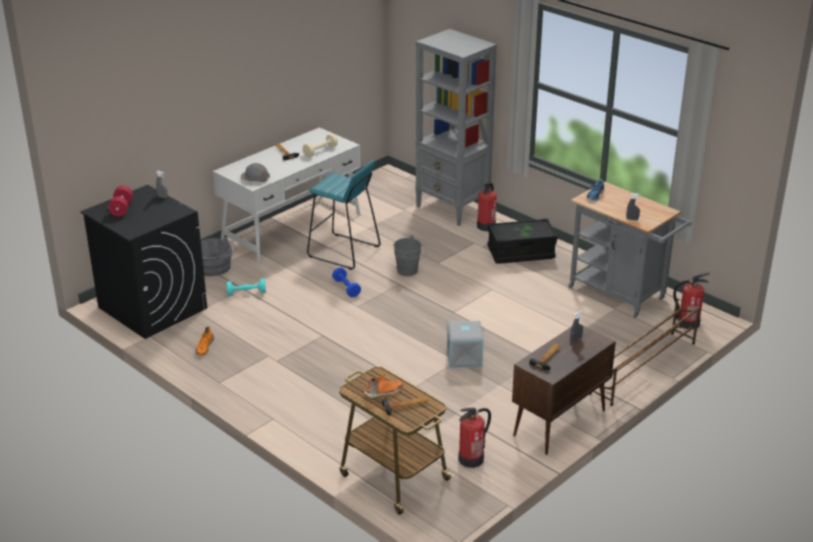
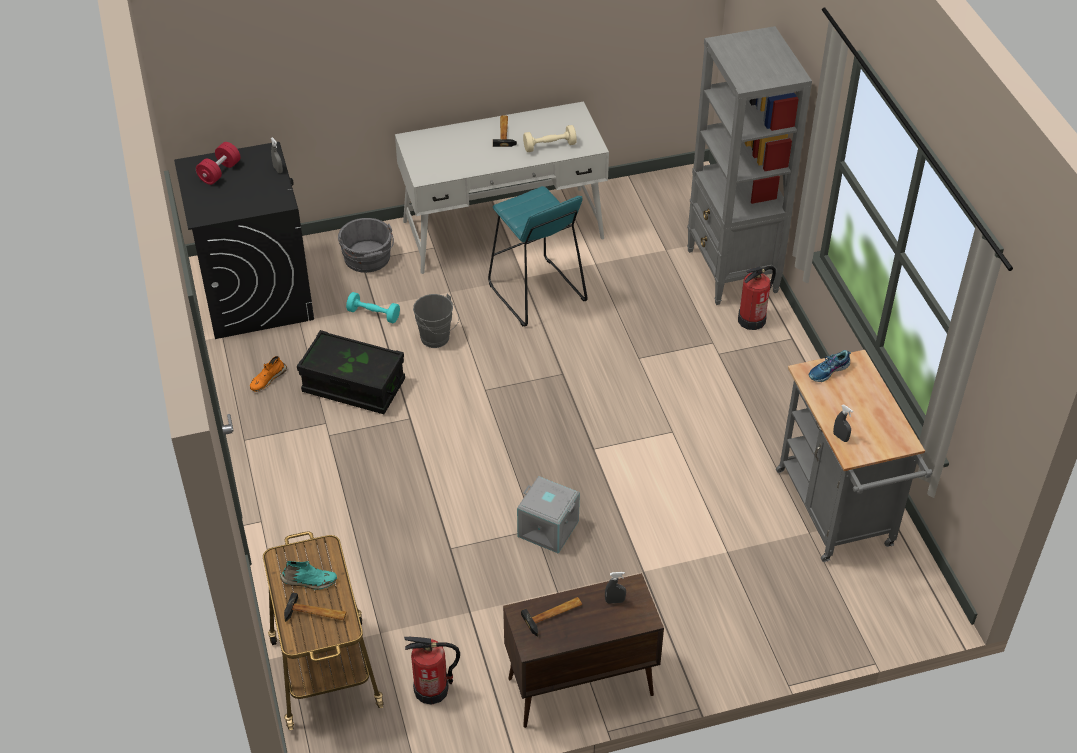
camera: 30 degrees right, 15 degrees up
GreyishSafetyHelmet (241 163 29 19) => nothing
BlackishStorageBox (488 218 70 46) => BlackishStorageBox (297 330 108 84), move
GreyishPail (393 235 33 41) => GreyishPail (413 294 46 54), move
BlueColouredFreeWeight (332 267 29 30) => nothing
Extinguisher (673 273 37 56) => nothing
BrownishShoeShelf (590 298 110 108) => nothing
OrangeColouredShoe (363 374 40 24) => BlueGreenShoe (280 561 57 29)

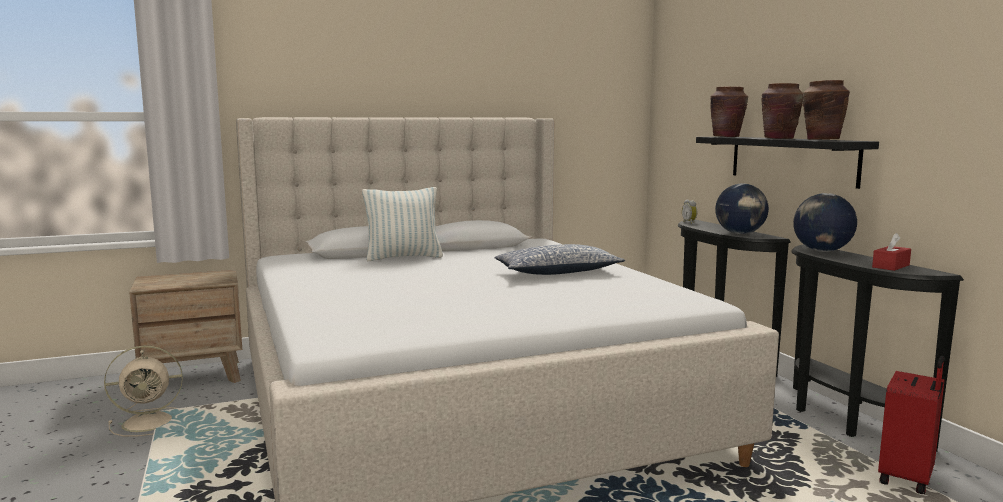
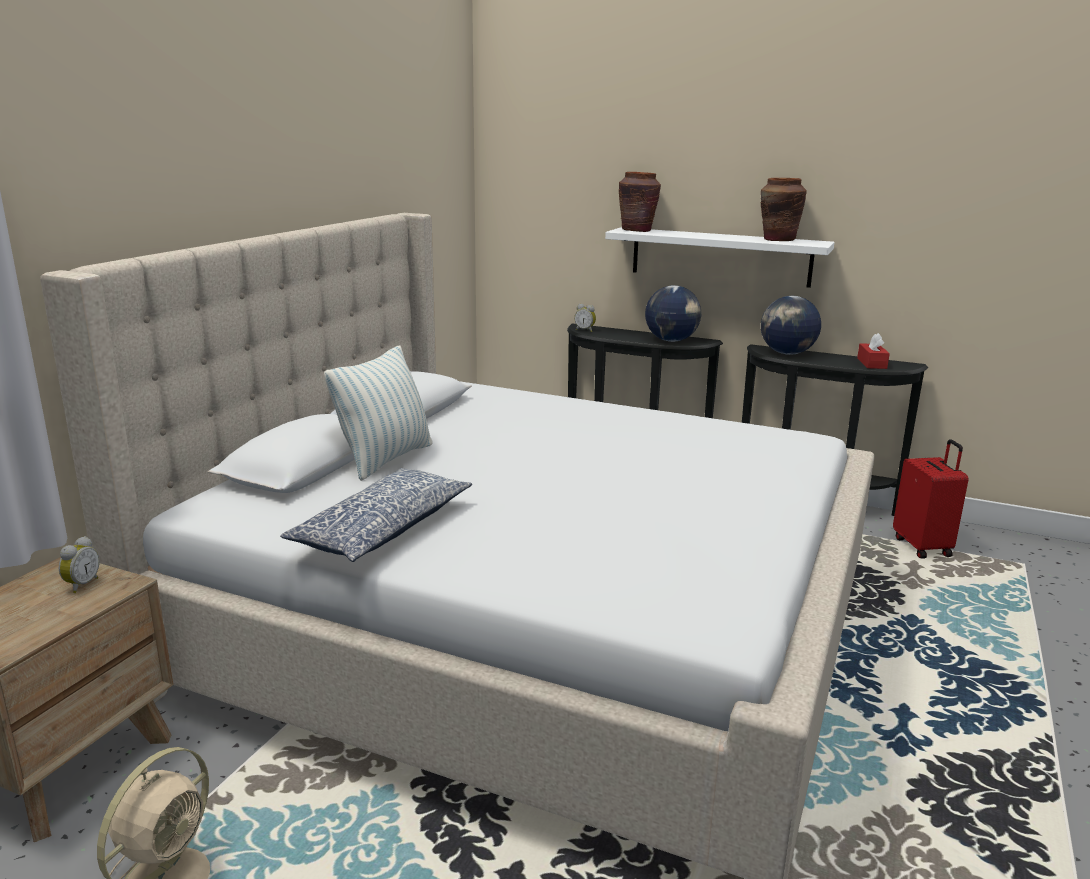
camera: 45 degrees left, 10 degrees up
BrownishFlowerVase (762 83 41 56) => nothing
BlackishShelf (696 137 183 52) => WhiteColouredShelf (605 227 230 61)
Cushion (494 244 131 31) => Cushion (280 468 192 94), move
nothing => BedsideClock (59 536 41 57)

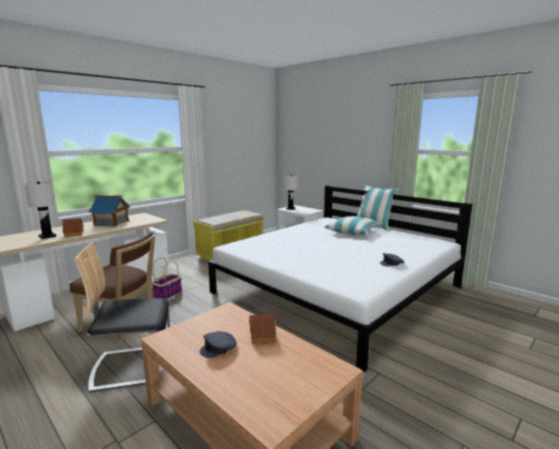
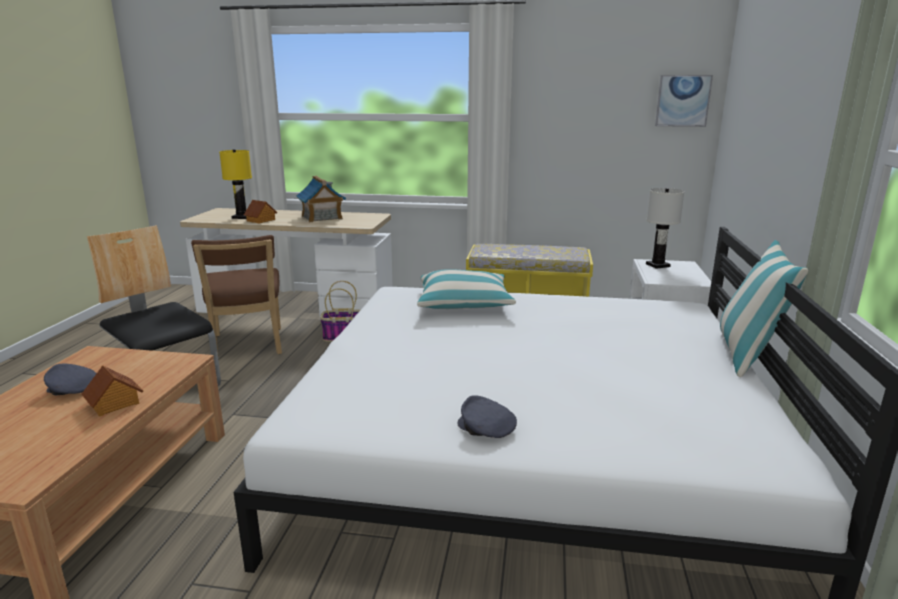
camera: 55 degrees right, 5 degrees up
WhiteColouredLampForATable (24 182 32 57) => YellowishLampForATable (219 149 33 70)
Cushion (325 216 56 19) => Cushion (417 269 99 40), move
nothing => WallArt (655 75 58 52)

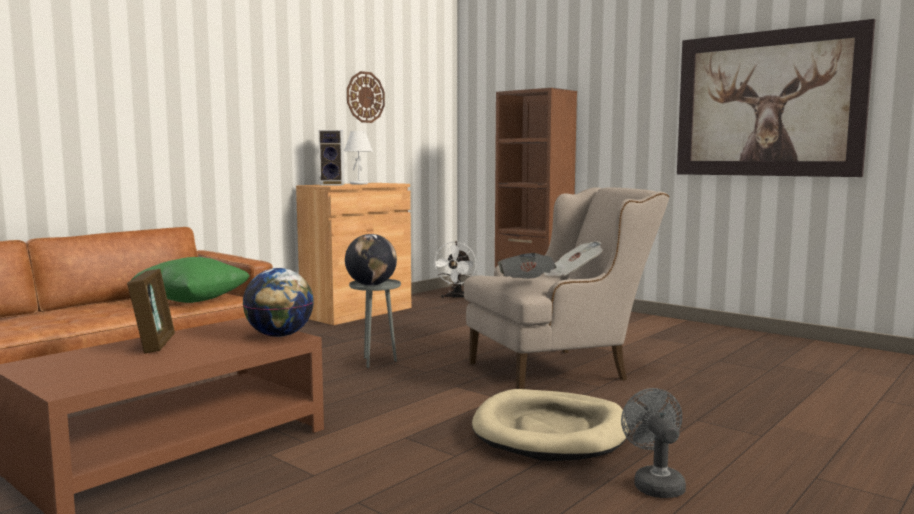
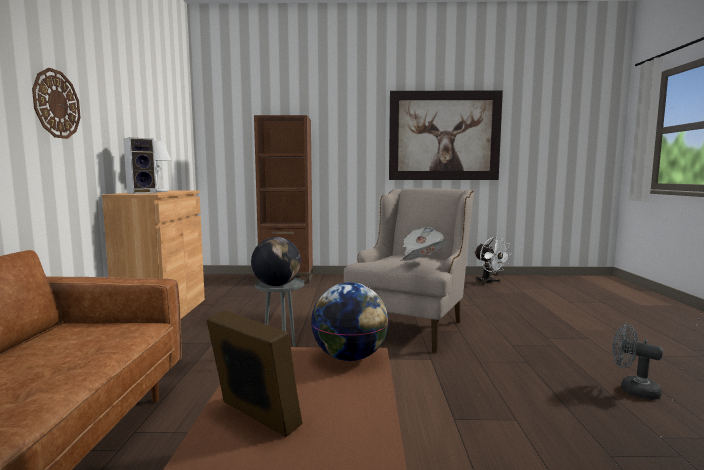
camera: 40 degrees left, 0 degrees up
WallClock (347 71 38 52) => WallClock (32 68 49 71), move
WhiteColouredElectricFan (433 241 44 58) => WhiteColouredElectricFan (474 237 38 48), move
GreenishCushion (131 257 119 46) => nothing
BeigeColouredPetBed (472 389 157 72) => nothing

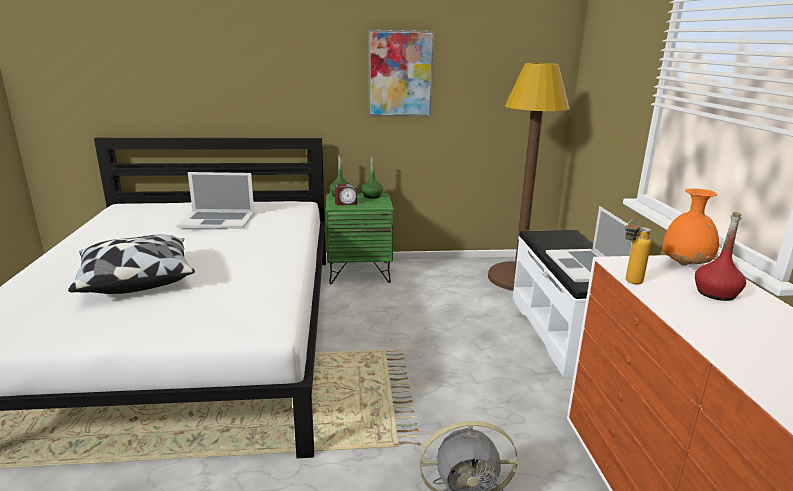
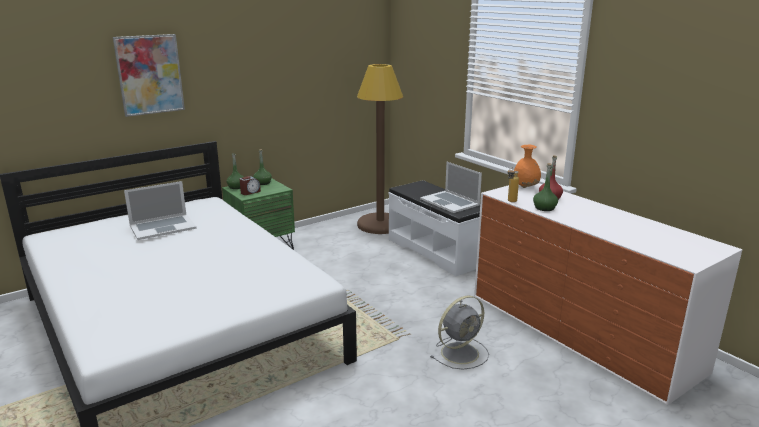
camera: 30 degrees left, 0 degrees up
WallArt (368 30 66 87) => WallArt (113 34 72 83), move
Cushion (68 235 127 59) => nothing
nothing => GreenishDrinkBottle (533 163 25 48)

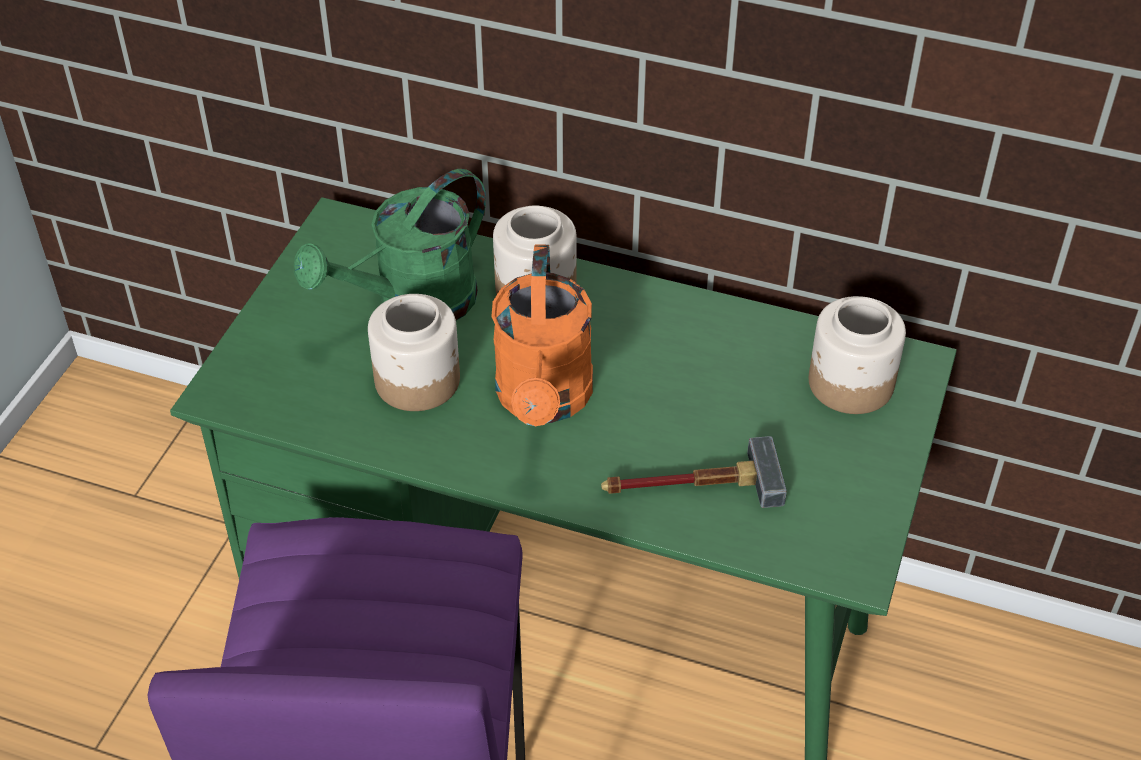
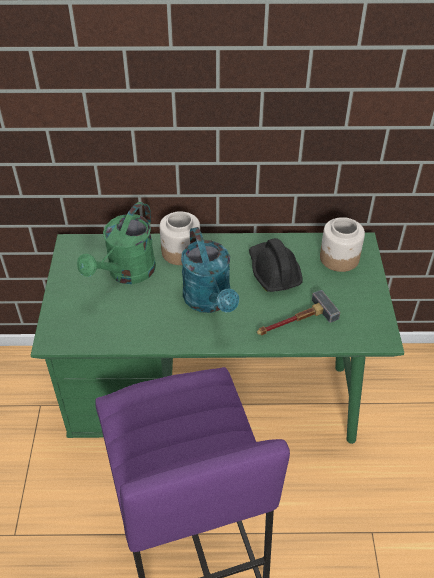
camera: 20 degrees left, 0 degrees up
OrangeColouredSprinklingCan (491 244 102 182) => BlueGreenSprinklingCan (181 227 58 86)
PreserveJar (368 294 92 117) => nothing
nothing => BlackishSafetyHelmet (249 238 53 54)

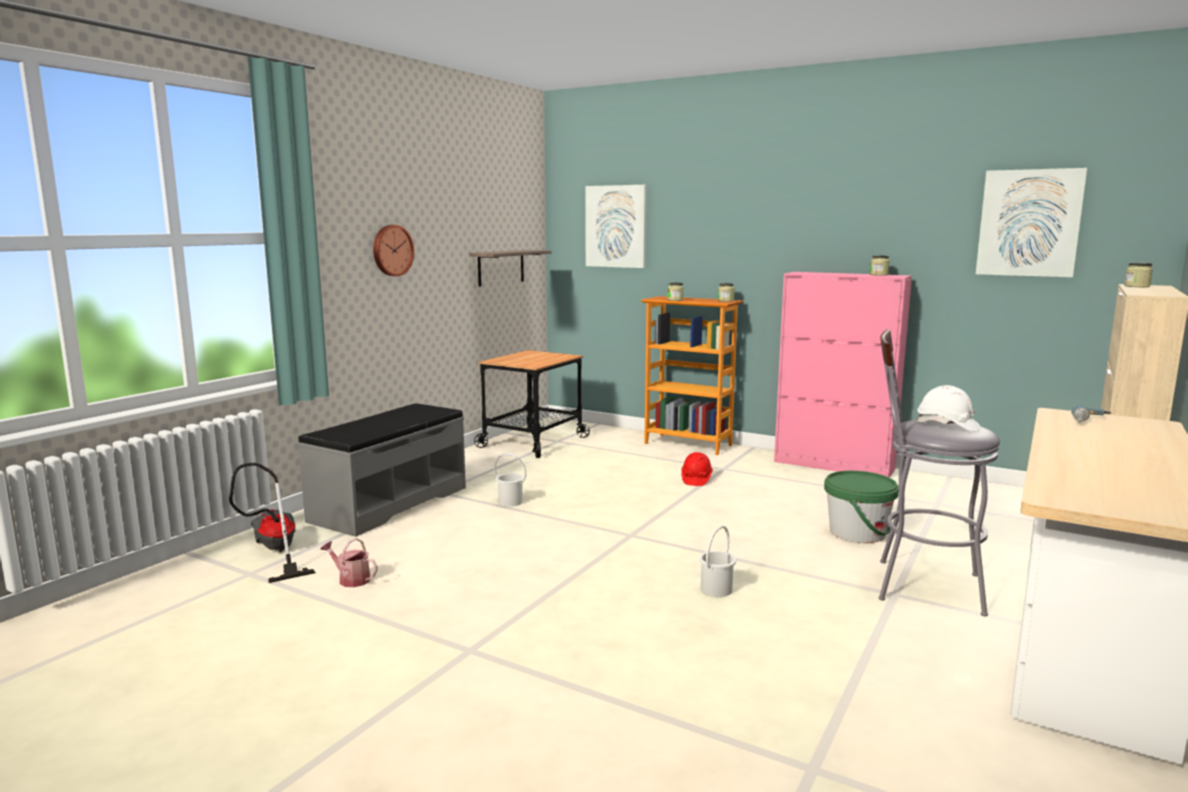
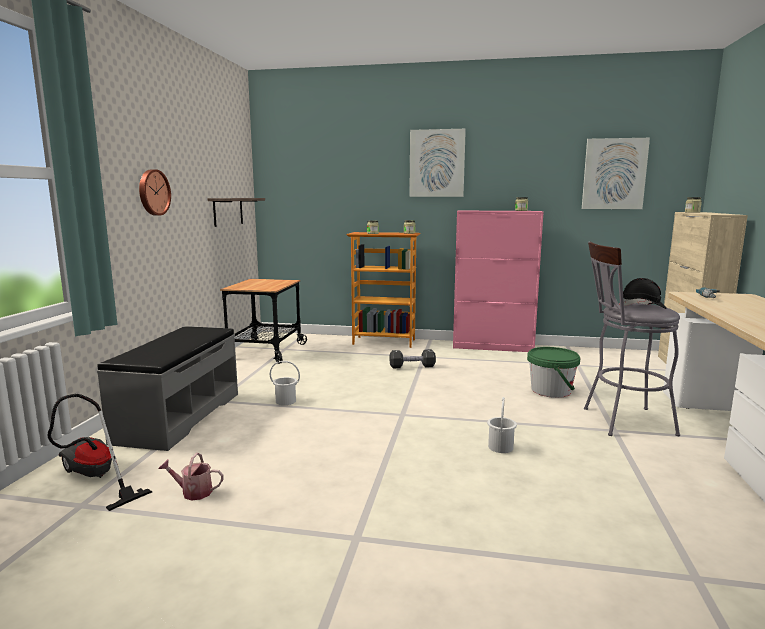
camera: 20 degrees left, 0 degrees up
WallArt (585 185 62 83) => WallArt (409 129 57 68), move
WhiteColouredSafetyHelmet (917 385 64 47) => BlackishSafetyHelmet (623 278 44 31)
RedSafetyHelmet (681 452 32 34) => BlackishFreeWeight (390 349 46 19)

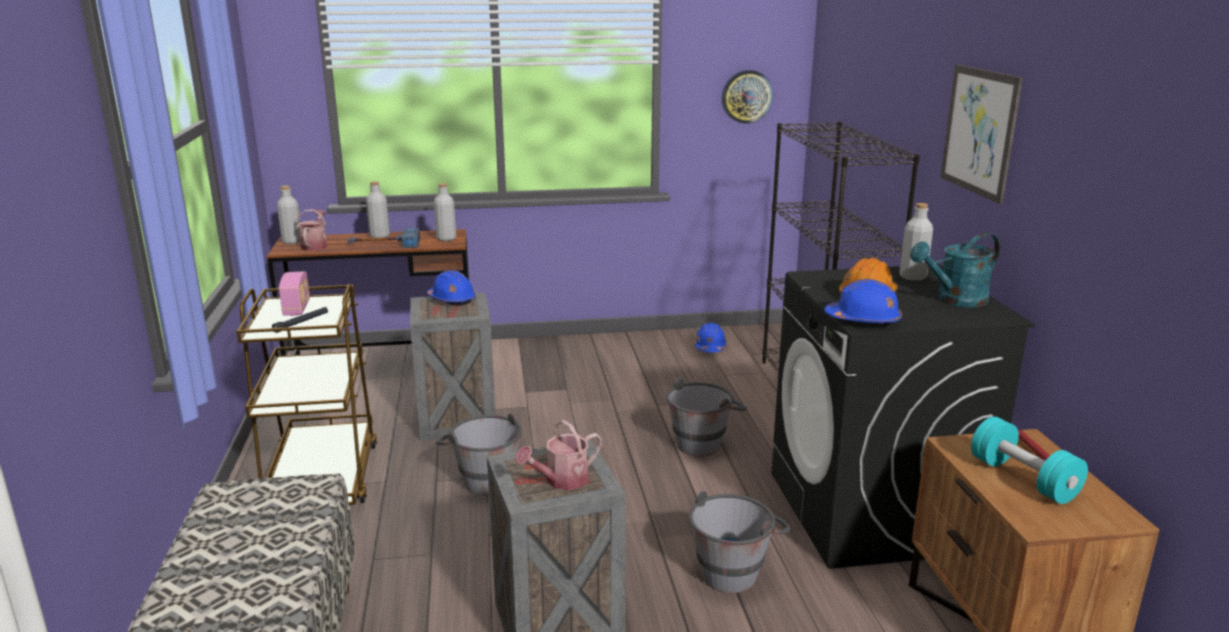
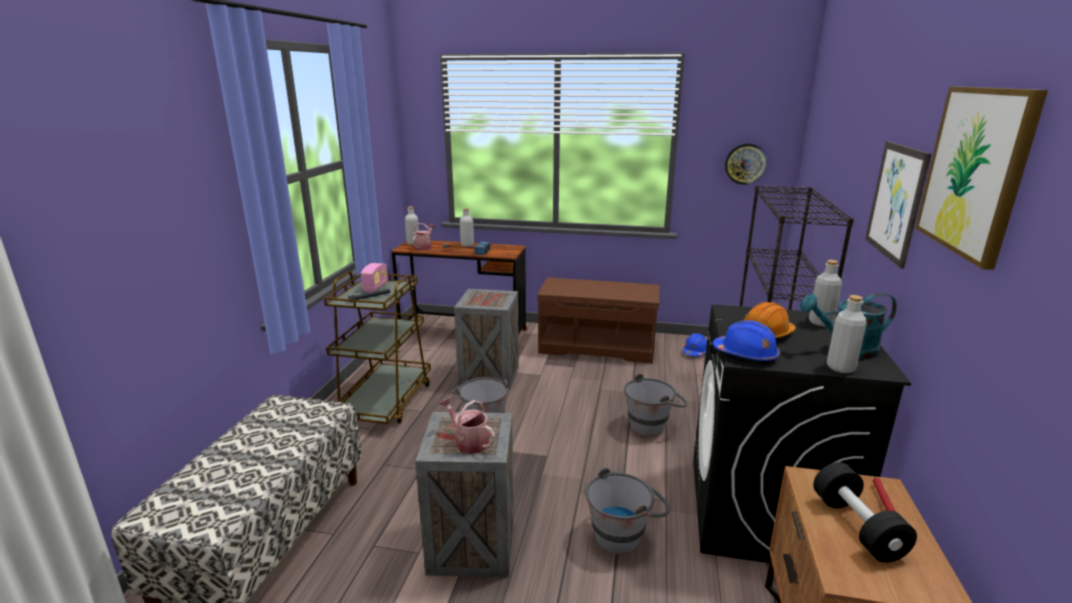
camera: 20 degrees right, 0 degrees up
GreyishDrinkBottle (434 183 22 58) => GreyishDrinkBottle (827 295 40 78), move
BlueColouredSafetyHelmet (427 270 49 36) => nothing
BlueGreenFreeWeight (971 417 117 87) => BlackishFreeWeight (813 462 104 100)
SprinklingCan (515 420 87 70) => SprinklingCan (439 397 56 57), 60 degrees clockwise
nothing => WallArt (915 87 133 183)
nothing => BrownishLongSeat (537 277 122 87)

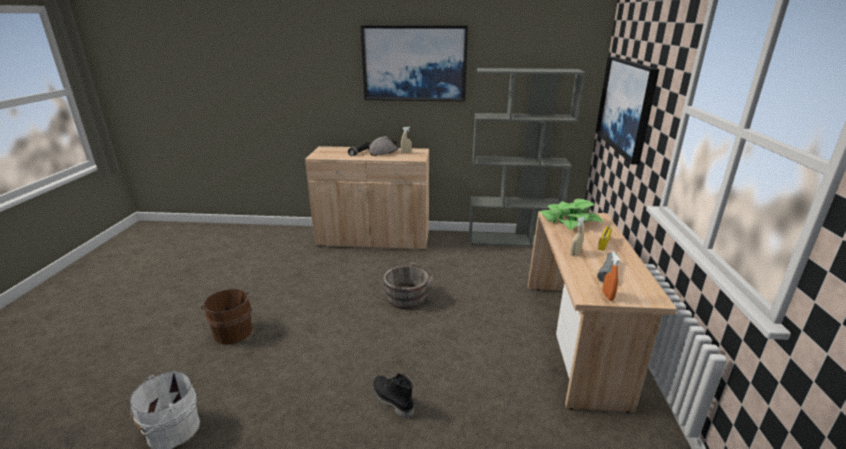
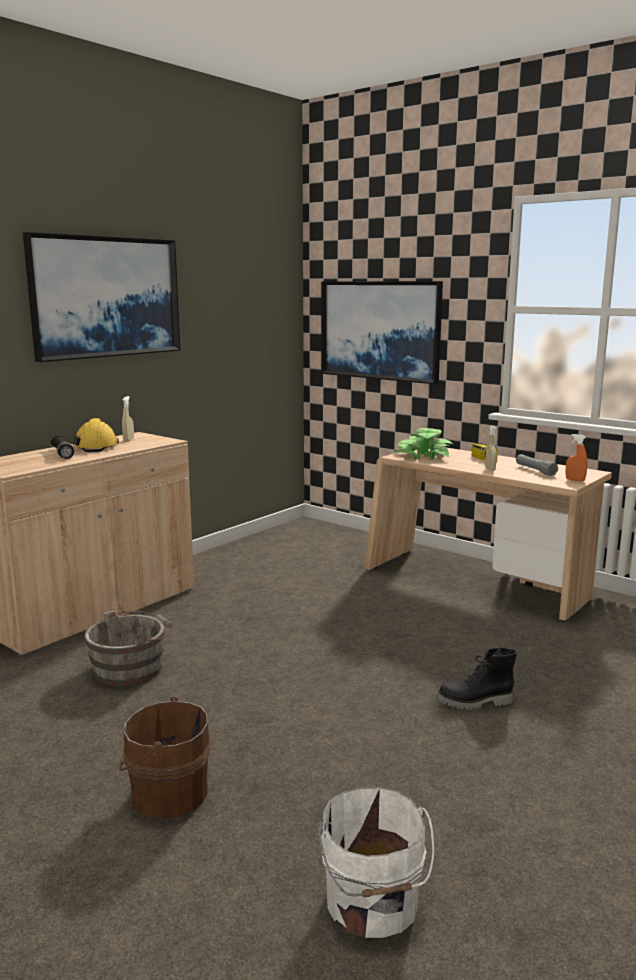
camera: 55 degrees left, 10 degrees down
GreyishBookshelf (469 68 116 179) => nothing
GreyishSafetyHelmet (368 136 30 20) => YellowishSafetyHelmet (73 418 46 34)
GreyishPail (383 262 51 47) => GreyishPail (84 611 90 75), move

